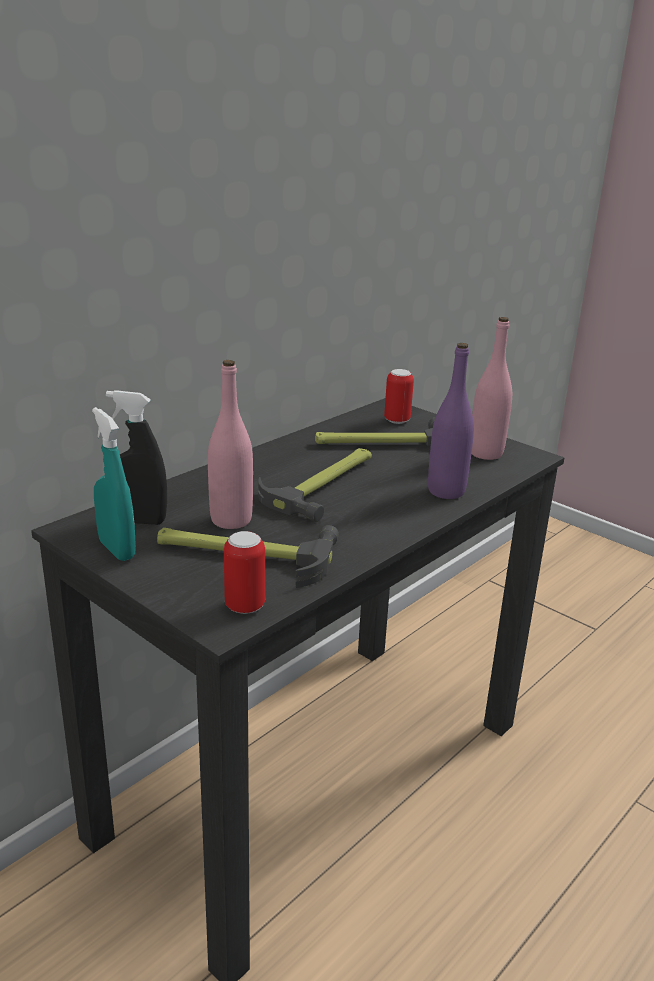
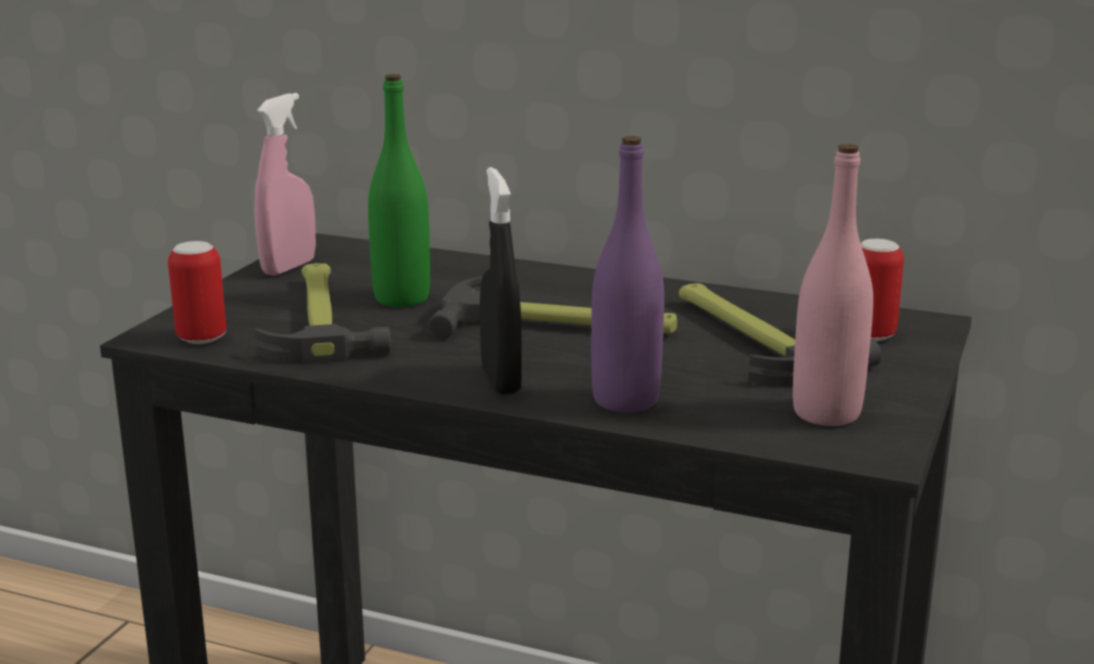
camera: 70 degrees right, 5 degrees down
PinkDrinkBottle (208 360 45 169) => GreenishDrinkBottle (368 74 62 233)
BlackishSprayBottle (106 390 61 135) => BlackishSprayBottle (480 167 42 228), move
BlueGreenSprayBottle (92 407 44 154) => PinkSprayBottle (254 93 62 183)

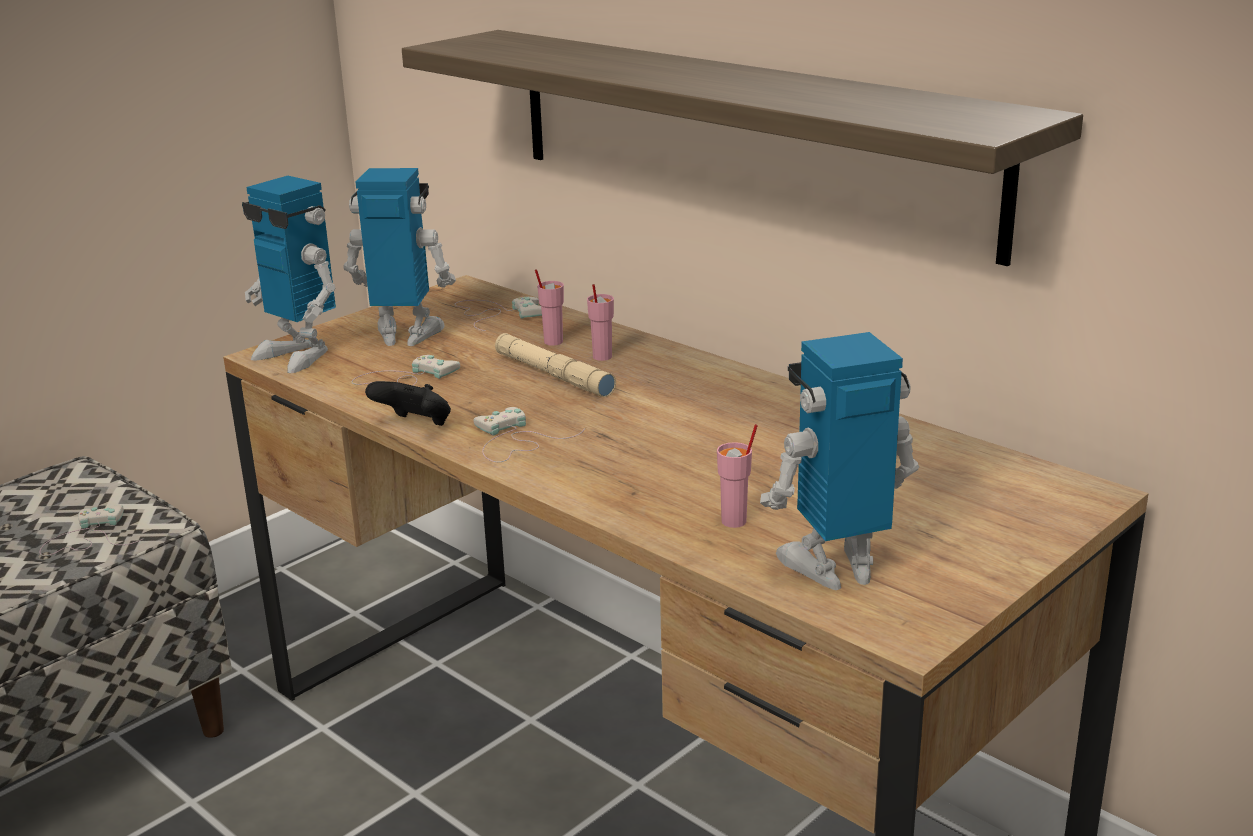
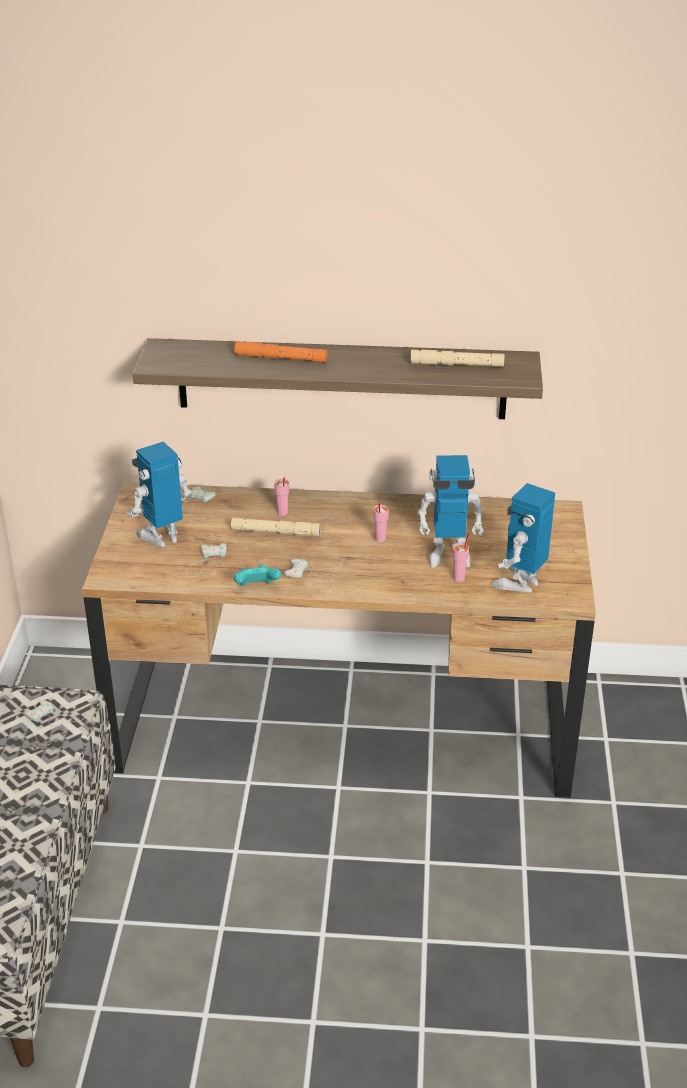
camera: 40 degrees left, 10 degrees up
ModelRobot (242 176 94 197) => ModelRobot (417 455 67 113), move
PinkCup (535 269 29 77) => PinkCup (373 504 16 38), move
BlackishGameController (365 381 86 45) => BlueGreenGameController (234 564 47 22)
nothing => OrangeColouredFlashlight (235 341 92 22)
nothing => BeigeColouredFlashlight (411 349 93 18)

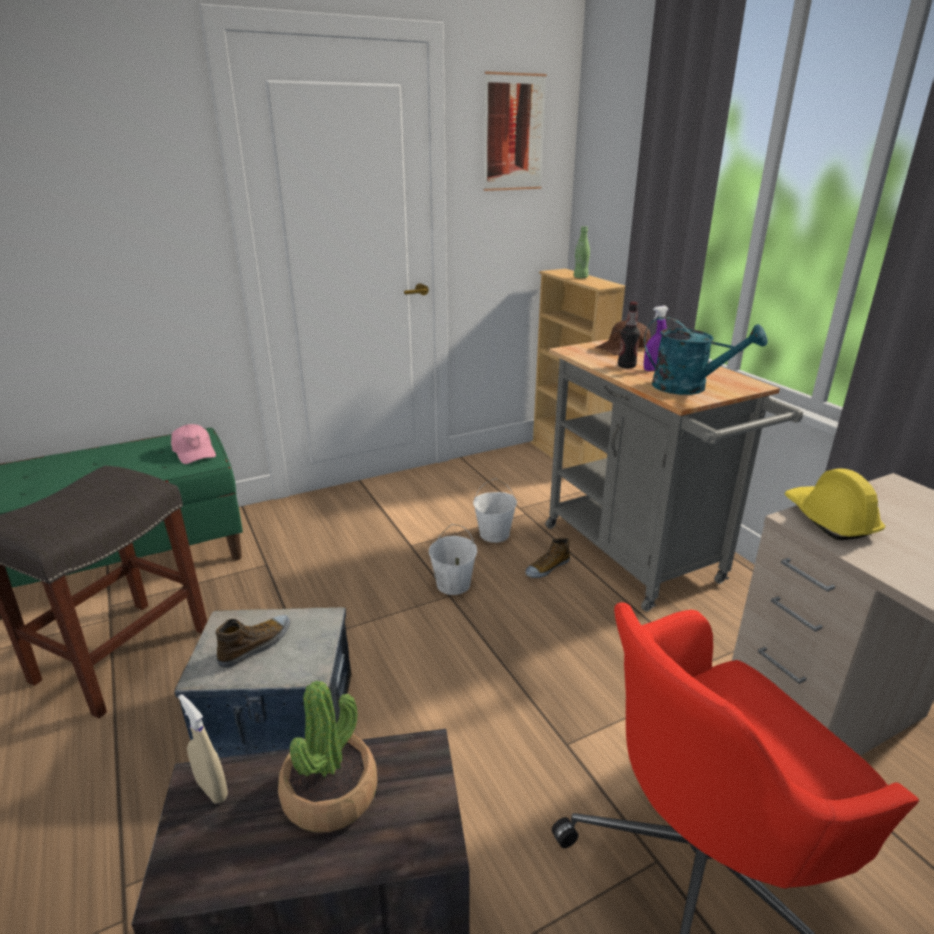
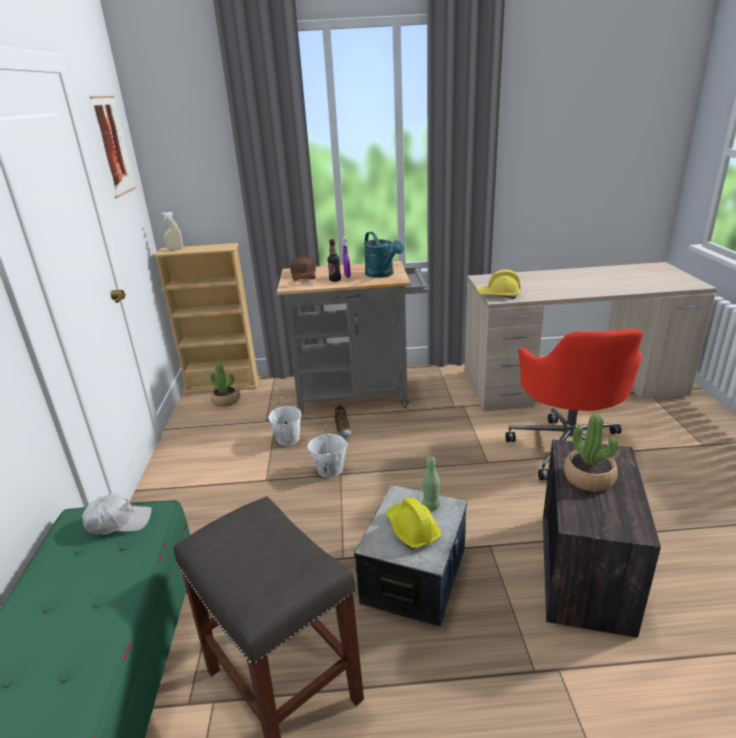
camera: 65 degrees left, 0 degrees up
GreenishDrinkBottle (574 226 16 52) => GreenishDrinkBottle (422 457 18 54), move
BlueGreenSprinklingCan (644 316 124 79) => BlueGreenSprinklingCan (364 232 40 46), 105 degrees clockwise
PinkBaseballCap (171 424 45 40) => WhiteColouredBaseballCap (82 493 70 42)
Shoe (216 615 74 53) => YellowishSafetyHelmet (386 497 56 52)
BeigeColouredSprayBottle (178 694 50 109) => BeigeColouredSprayBottle (161 212 22 39), move
nothing => PlantInAPot (210 363 30 44)

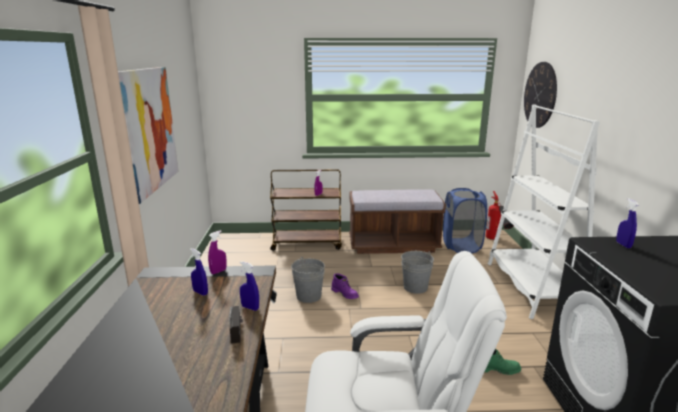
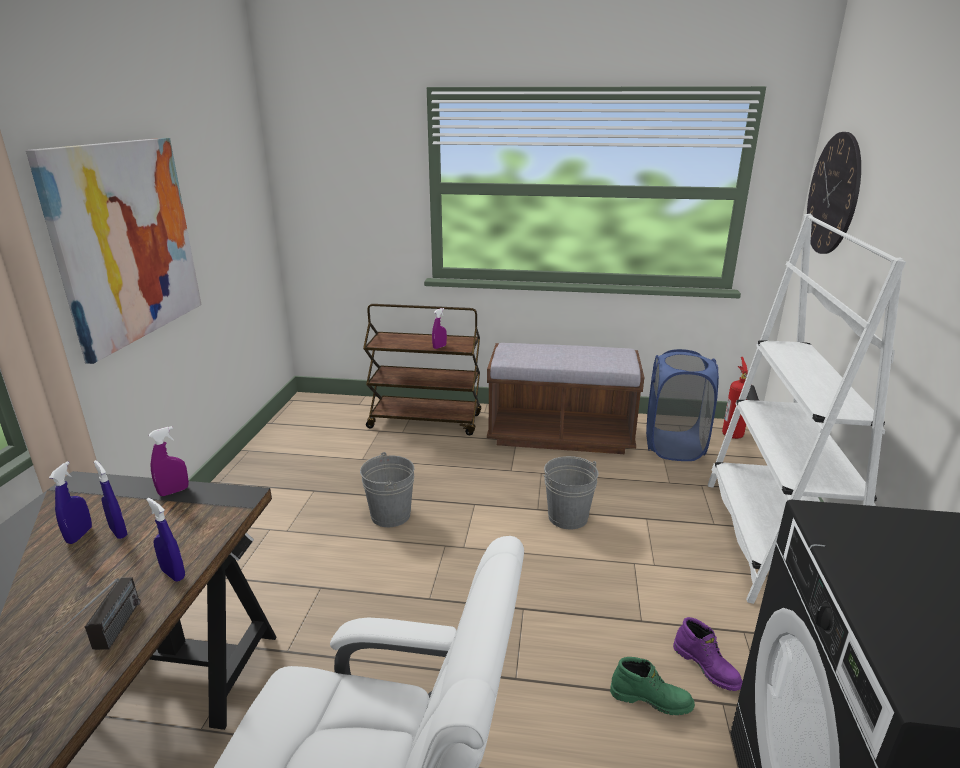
camera: 10 degrees right, 5 degrees up
BlueColouredSprayBottle (616 198 23 50) => BlueColouredSprayBottle (49 461 43 83), move
PurplishTallBoot (331 273 28 26) => PurplishTallBoot (673 617 70 74), move

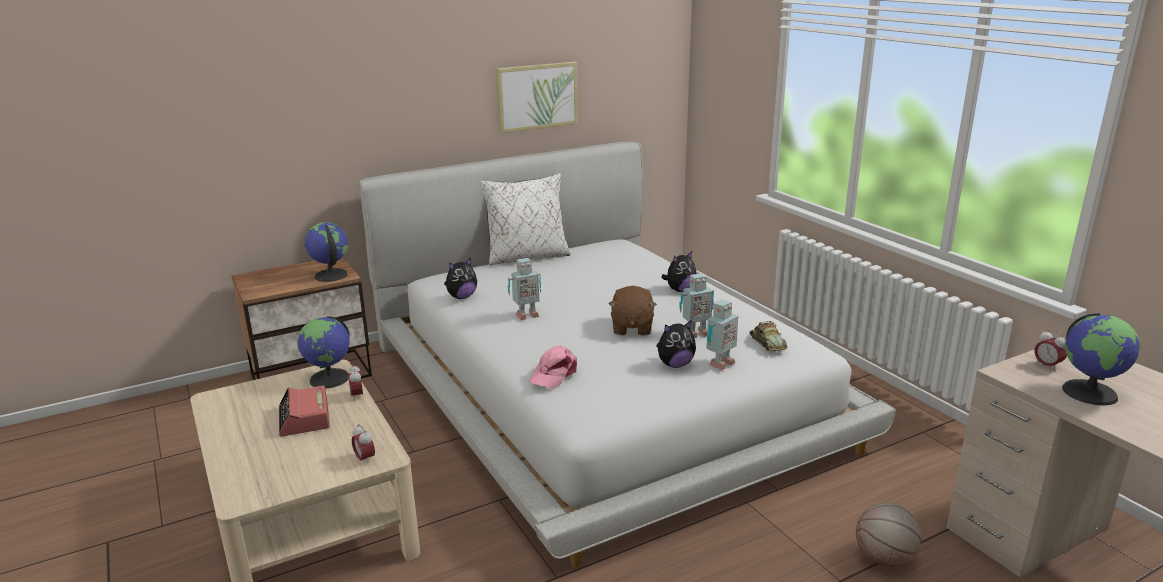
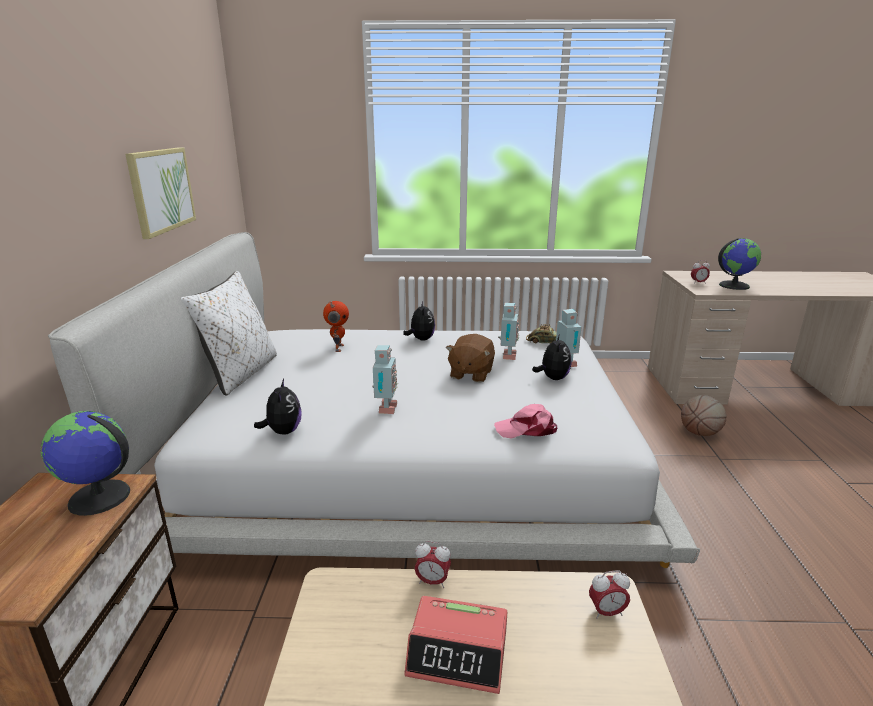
camera: 60 degrees left, 0 degrees up
BrownishCuddlyToy (609 286 48 50) => BrownishCuddlyToy (446 334 49 49), 75 degrees clockwise
Globe (297 316 53 73) => nothing
PinkBaseballCap (529 346 48 42) => PinkBaseballCap (494 404 64 35), 120 degrees clockwise
nothing => ModelRobot (323 301 26 51)

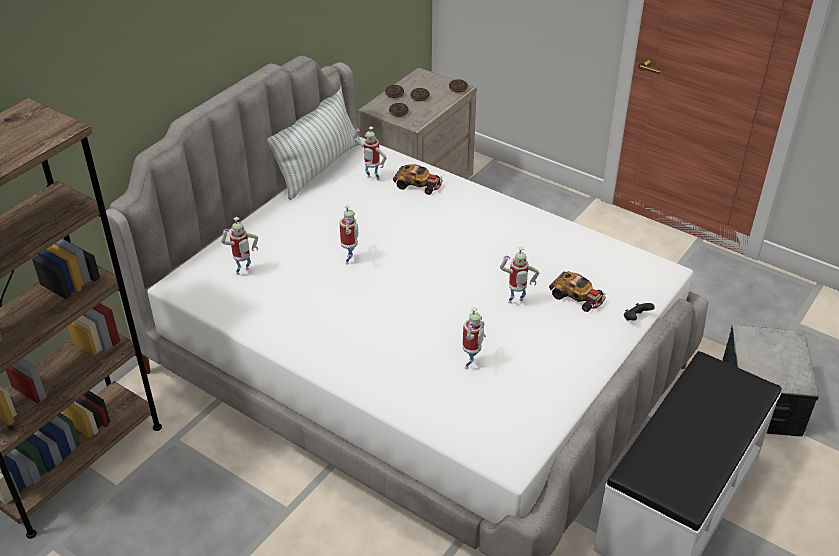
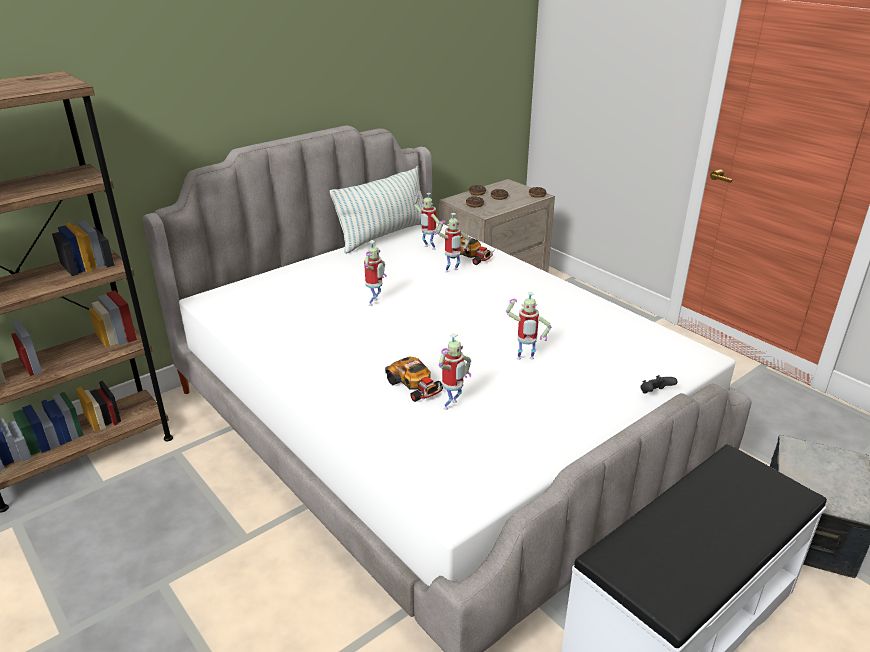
camera: 15 degrees right, 10 degrees down
ModelRobot (221 217 37 58) => ModelRobot (437 213 33 59), move
ToyCar (549 271 59 41) => ToyCar (385 356 58 46), move

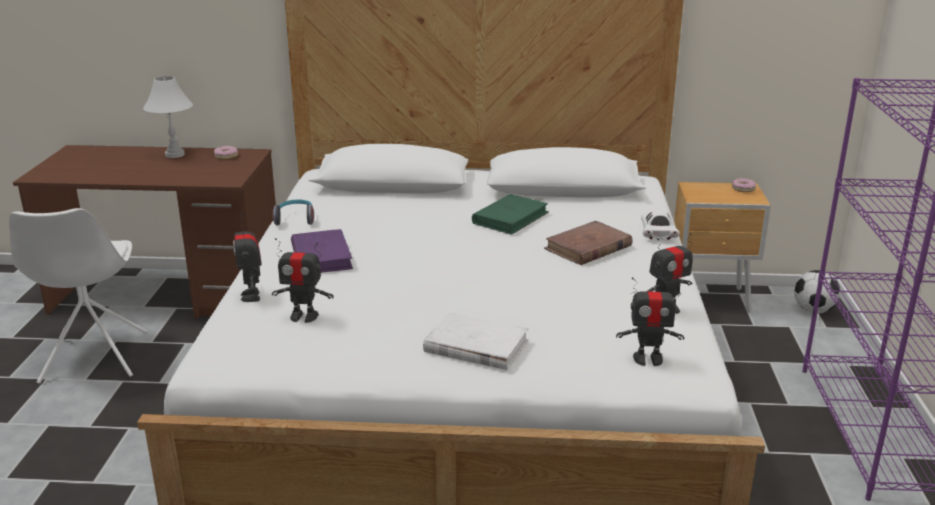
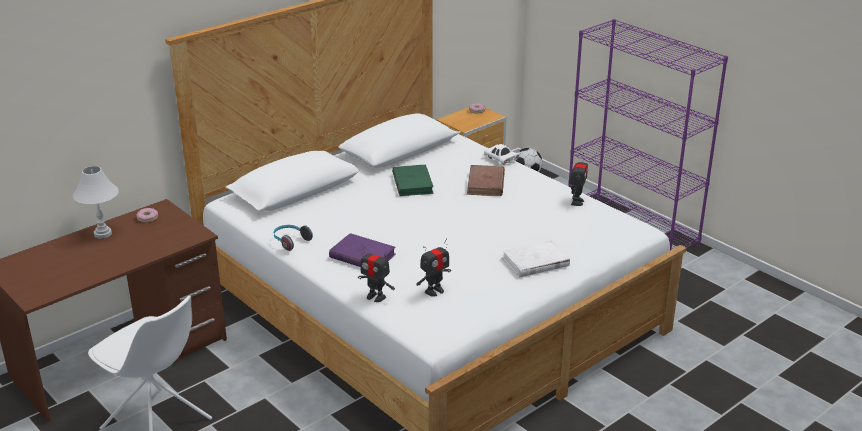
camera: 45 degrees left, 5 degrees up
ModelRobot (616 277 68 89) => nothing

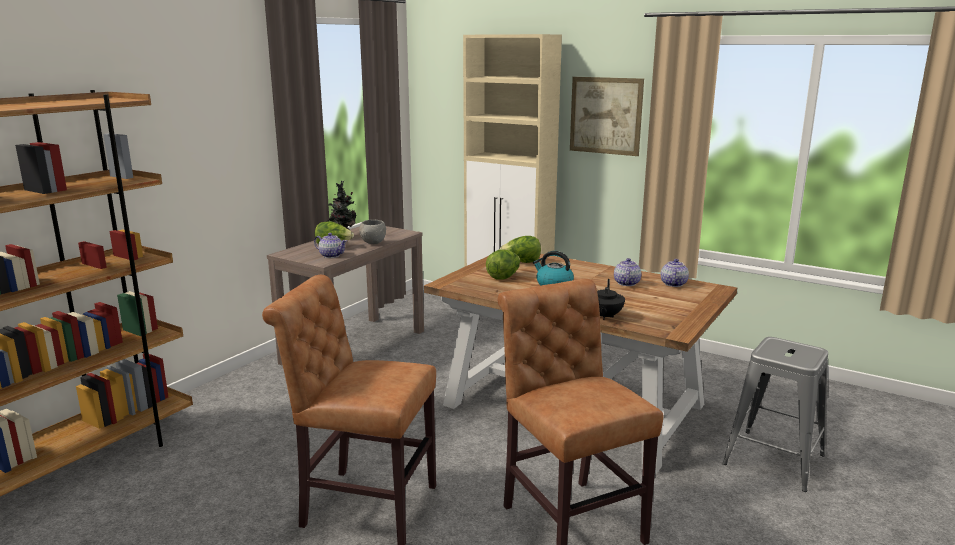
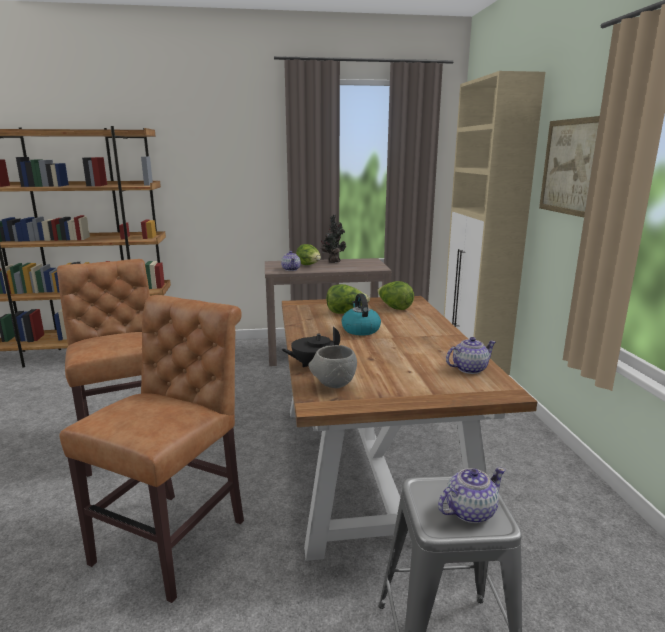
camera: 50 degrees right, 0 degrees up
GreyishDeepDish (359 220 27 24) => GreyishDeepDish (309 345 48 44), move
Teapot (614 258 28 28) => Teapot (438 467 68 56), move

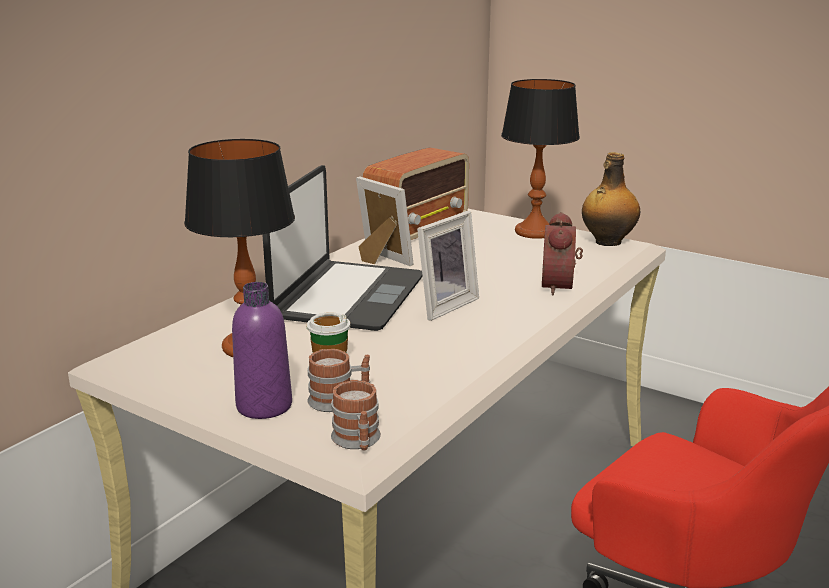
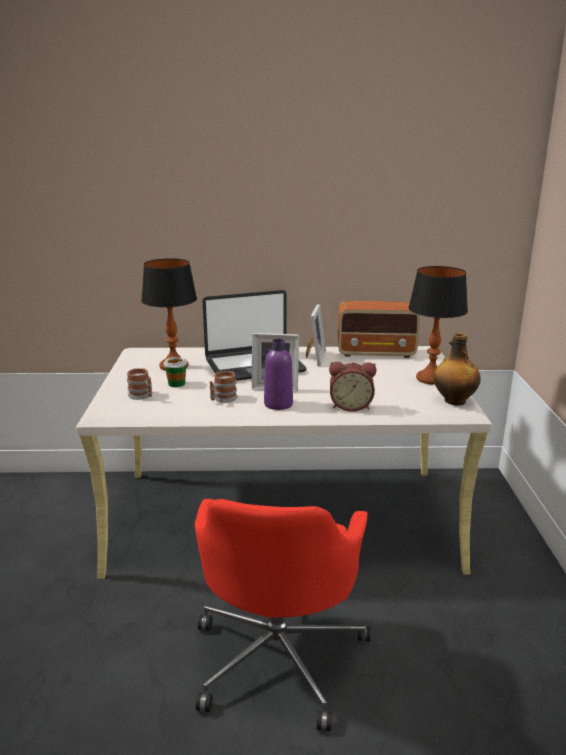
camera: 55 degrees right, 0 degrees up
BedsideClock (542 212 41 83) => BedsideClock (329 362 47 50), 150 degrees counterclockwise
PurplishDrinkBottle (232 282 60 137) => PurplishDrinkBottle (264 339 29 71), move
Mug (331 380 50 71) => Mug (210 371 28 32), move

